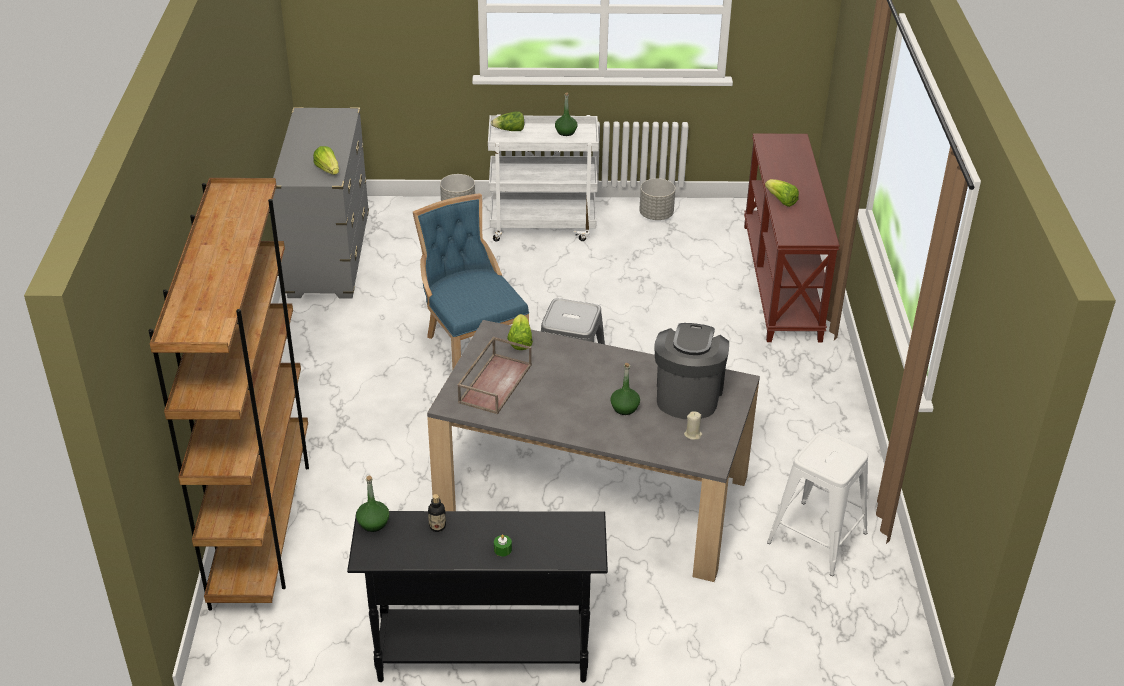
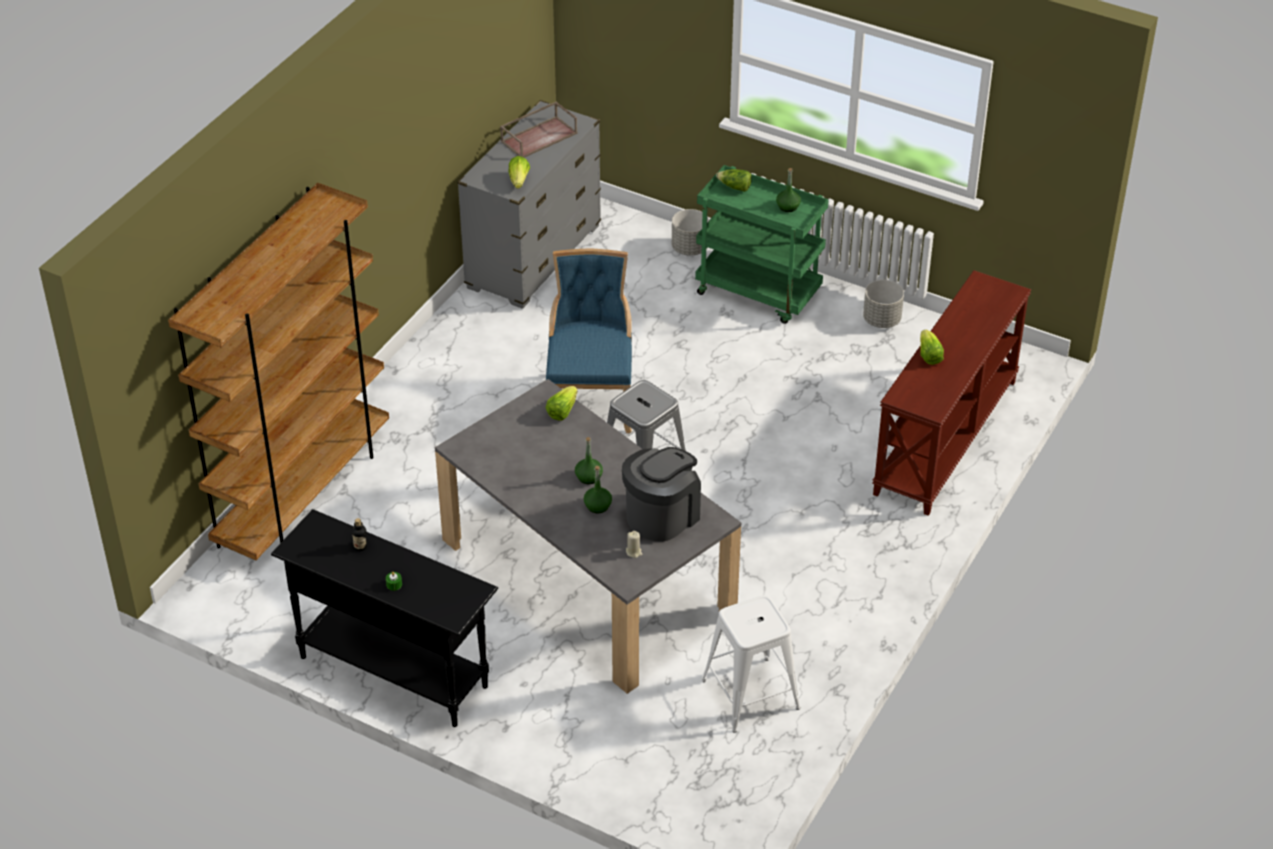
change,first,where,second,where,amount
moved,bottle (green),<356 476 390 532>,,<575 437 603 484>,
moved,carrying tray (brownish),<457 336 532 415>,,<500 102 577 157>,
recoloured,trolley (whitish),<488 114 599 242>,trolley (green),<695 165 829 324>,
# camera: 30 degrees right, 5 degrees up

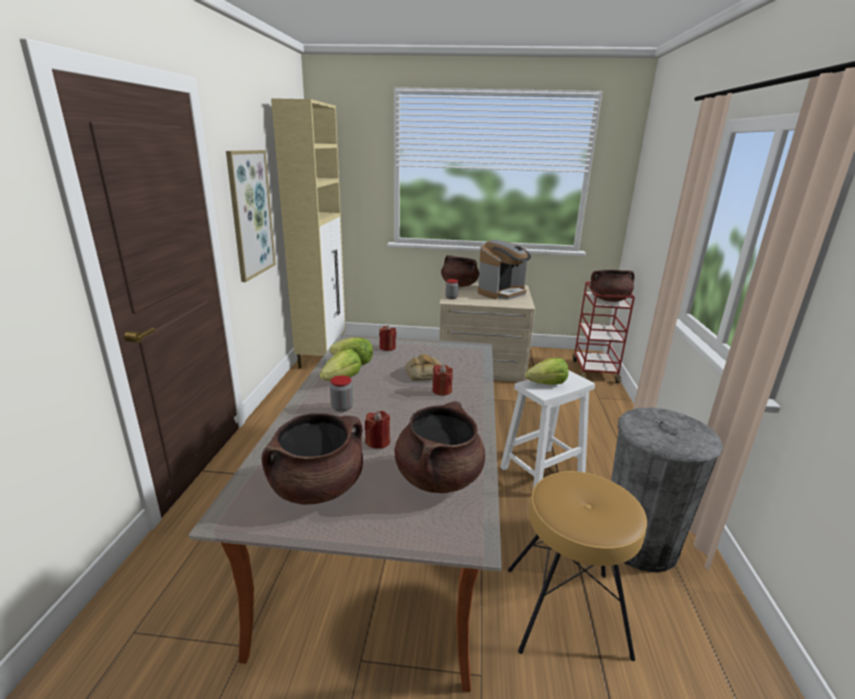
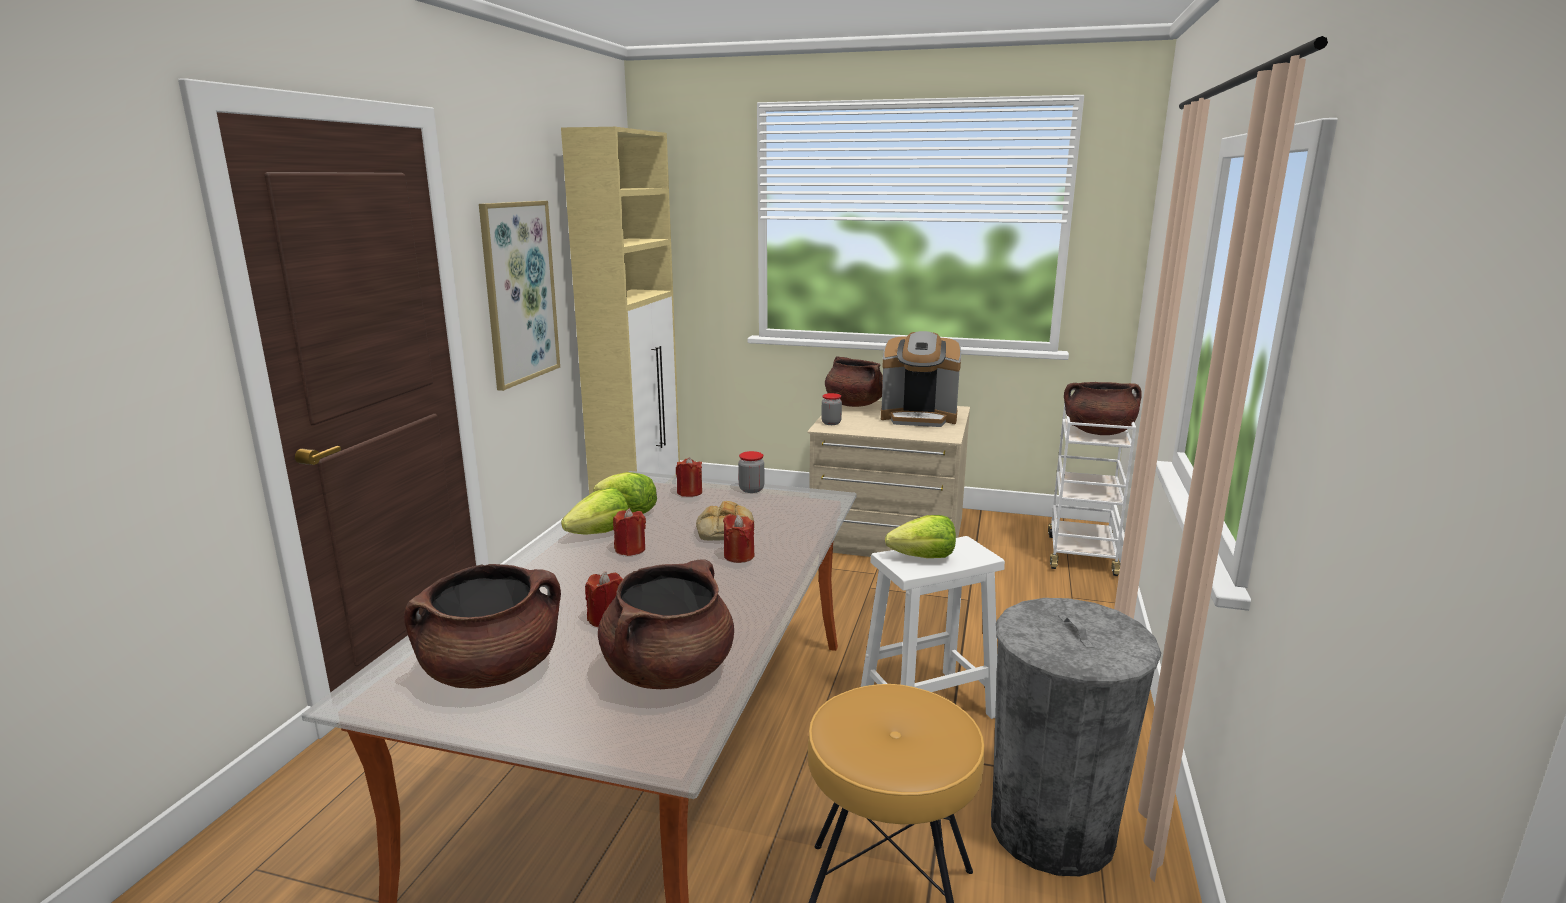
change,first,where,second,where,amount
added,,,wax light (red-coloured),<613 508 646 556>,
moved,storage jar,<330 375 353 412>,,<738 451 764 493>,
recoloured,trolley (red-coloured),<572 282 635 383>,trolley (whitish),<1048 402 1136 576>,
turned,coffee brewer,<478 240 531 300>,,<881 331 961 427>,45 degrees clockwise
# camera: 10 degrees right, 5 degrees down

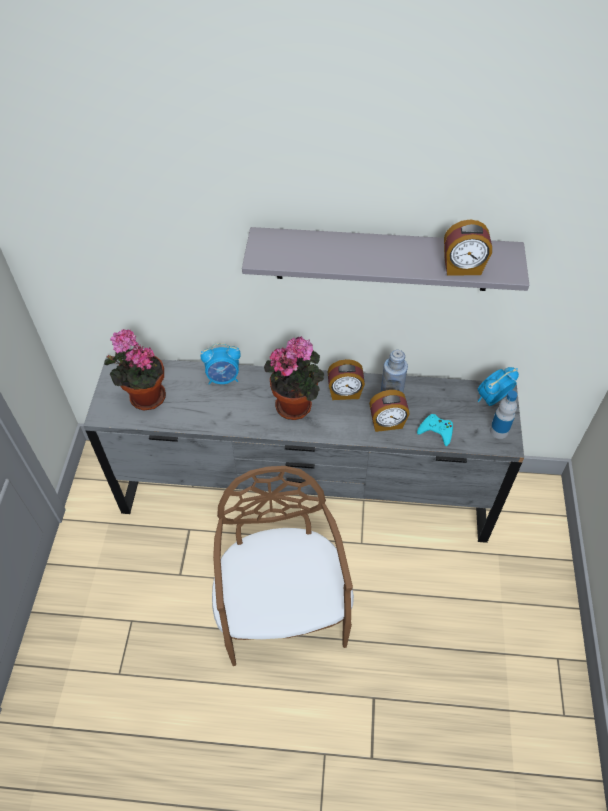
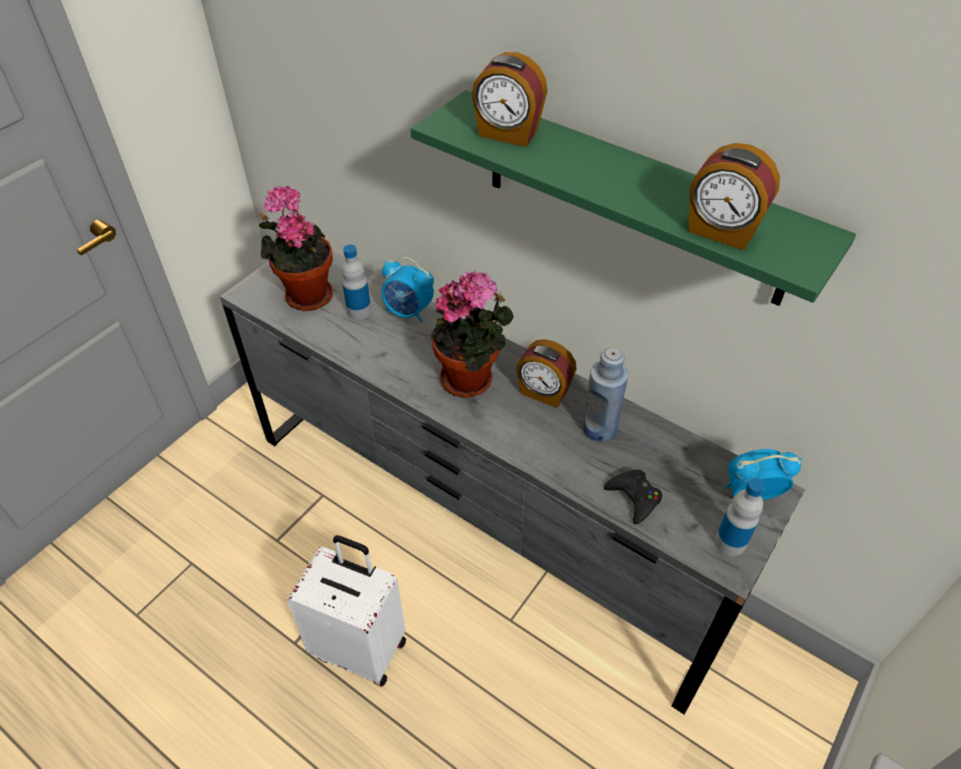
change,first,where,second,where,amount
added,,,bottle,<341 245 371 319>,
moved,bedside clock,<369 390 409 432>,,<472 52 547 147>,
replaced,upright chair (brownish),<212 466 354 666>,piece of luggage (whitish),<287 535 406 687>,
recoloured,wall shelf (greyish),<242 227 529 291>,wall shelf (green),<411 90 856 306>,
recoloured,game controller (turquoise),<417 414 453 446>,game controller (black-coloured),<604 470 662 525>,
# camera: 30 degrees right, 5 degrees down

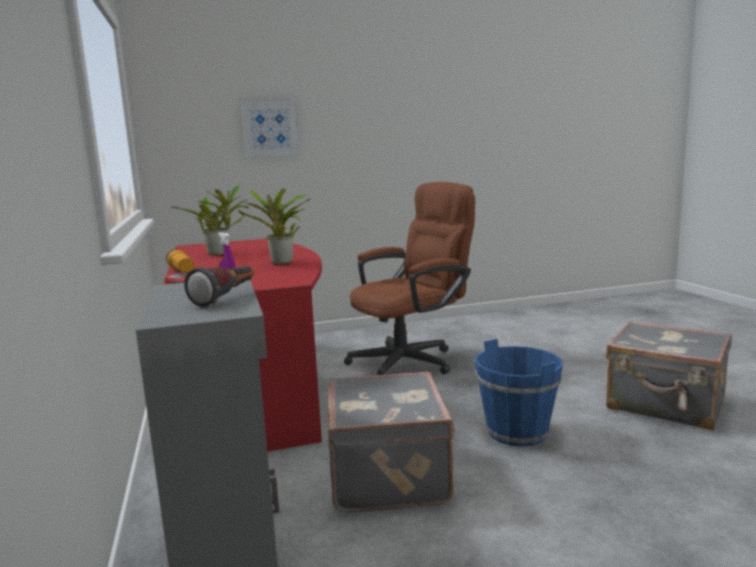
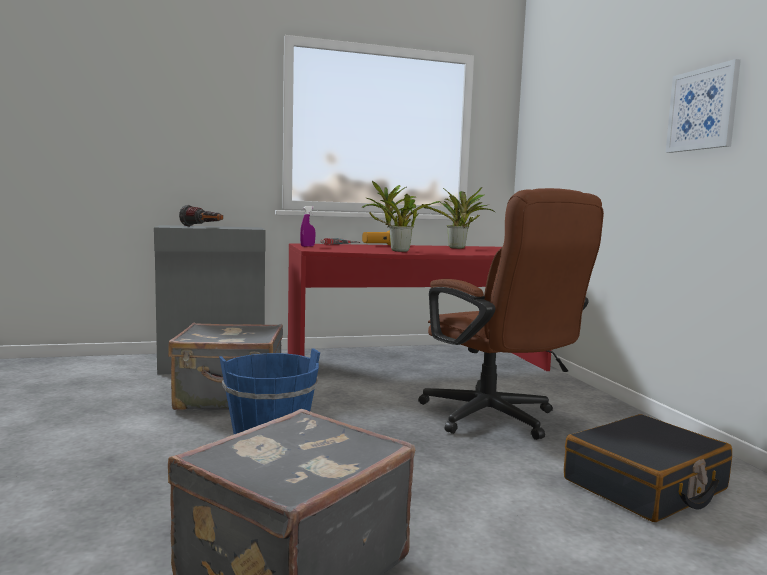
change,first,where,second,where,amount
added,,,piece of luggage (black-coloured),<564 414 732 522>,
moved,wall picture,<241 101 299 157>,,<666 59 741 153>,
# camera: 90 degrees right, 5 degrees down

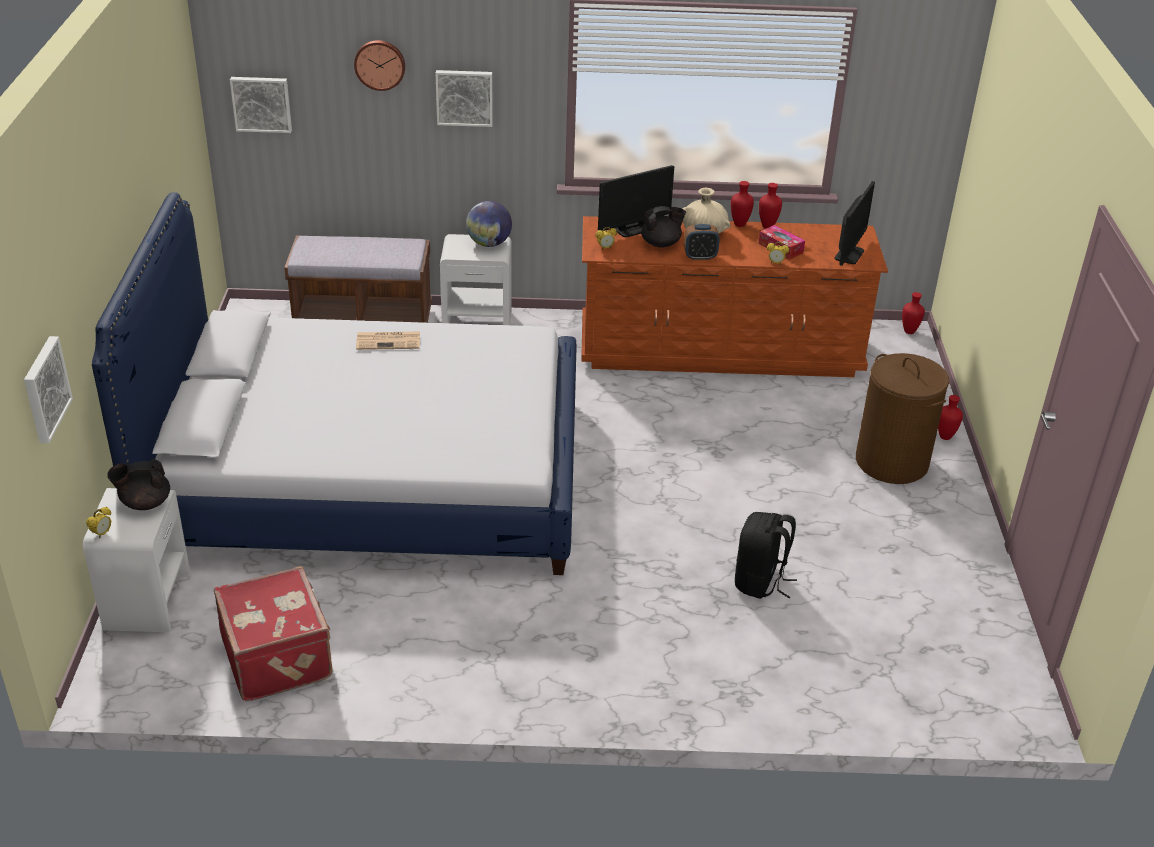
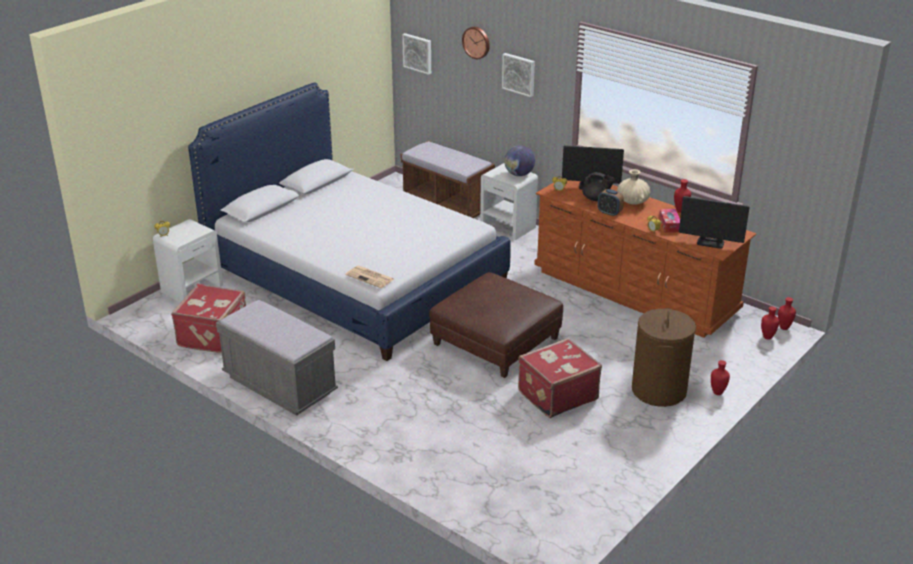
change,first,where,second,where,amount
removed,wall picture,<24 336 73 443>,,,
removed,tea pot (black-coloured),<107 459 170 510>,,,
removed,knapsack (black-coloured),<735 512 797 599>,,,
added,,,indoor bench (greyish),<216 300 338 416>,
added,,,pouffe (brownish),<429 272 563 378>,
added,,,piece of luggage (red-coloured),<518 338 602 418>,
moved,printed paper,<356 332 420 350>,,<345 266 394 288>,
moved,decorative vase (red-coloured),<731 181 754 227>,,<761 306 779 340>,
turned,computer screen,<834 181 875 266>,,<679 196 750 249>,45 degrees clockwise
# camera: 40 degrees right, 5 degrees down

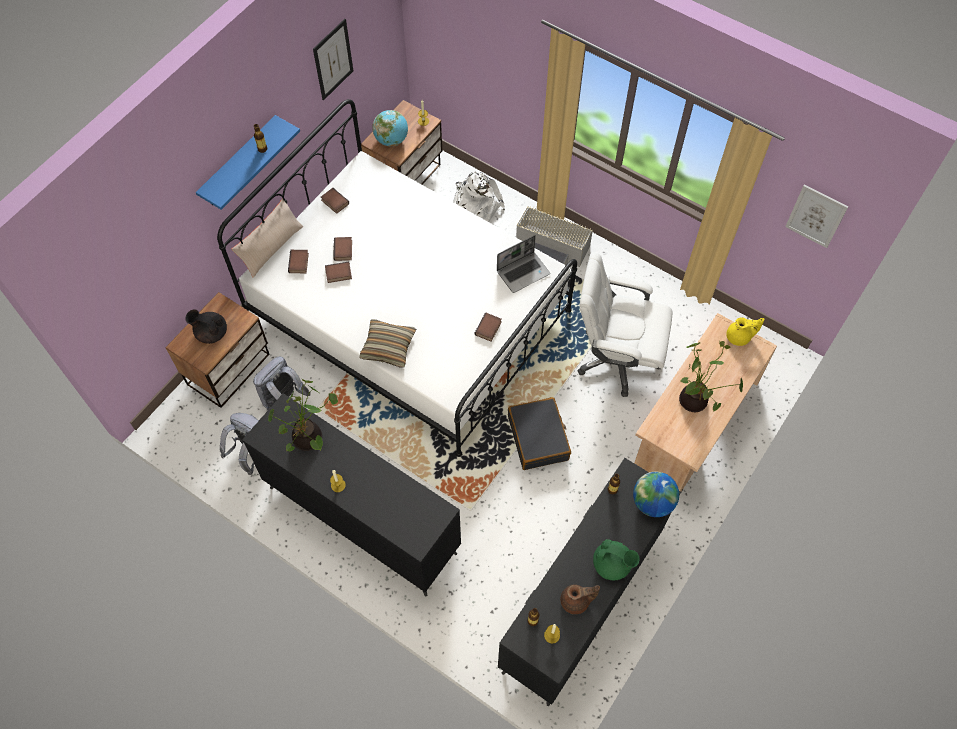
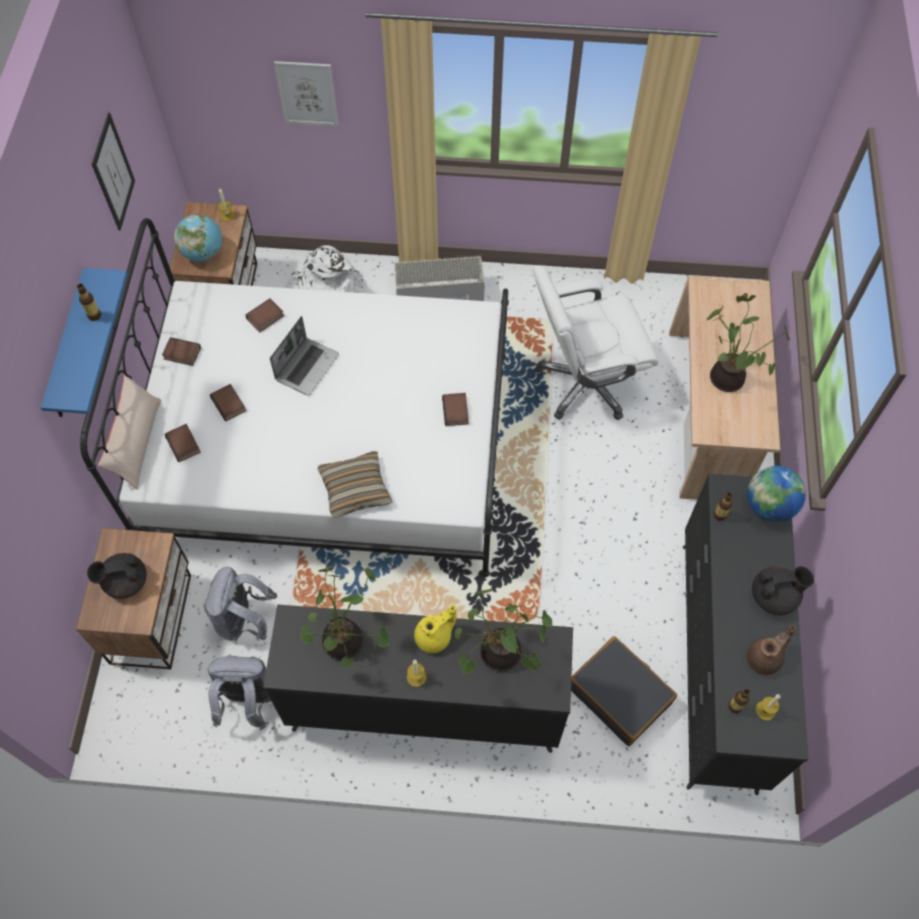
change,first,where,second,where,amount
added,,,potted plant,<455 589 552 674>,
moved,book,<325 261 352 283>,,<245 298 284 332>,
moved,portable computer,<497 235 550 293>,,<270 316 339 396>,
moved,piece of luggage (black-coloured),<508 397 571 470>,,<571 636 677 746>,
moved,tea pot (yellow-coloured),<726 317 764 346>,,<414 605 456 653>,
moved,wall picture,<785 185 849 248>,,<274 61 339 127>,
recoloured,tea pot (green),<593 539 639 580>,tea pot (black-coloured),<752 566 814 615>,
# camera: 30 degrees left, 0 degrees up

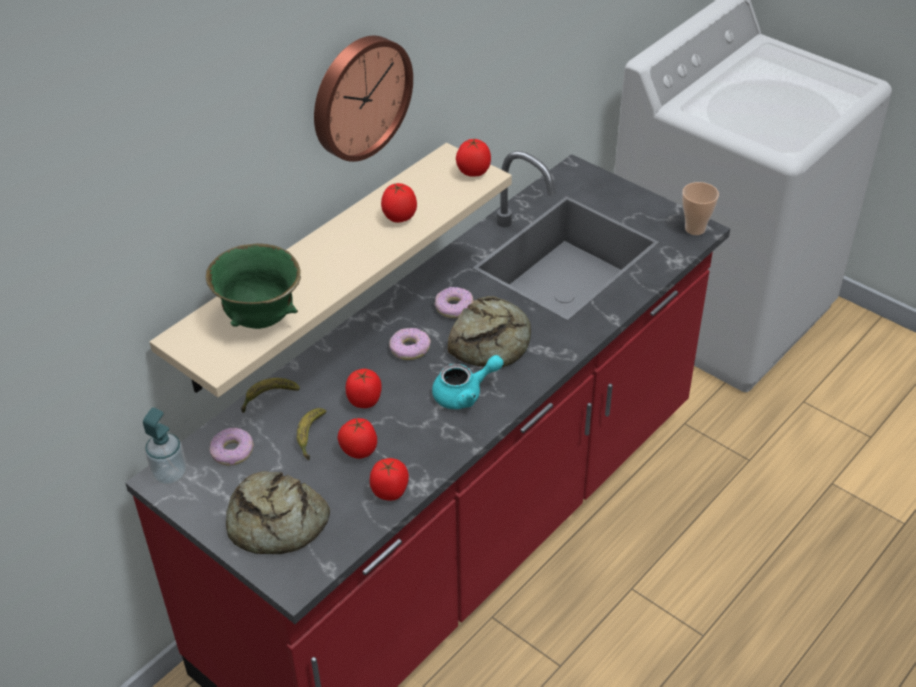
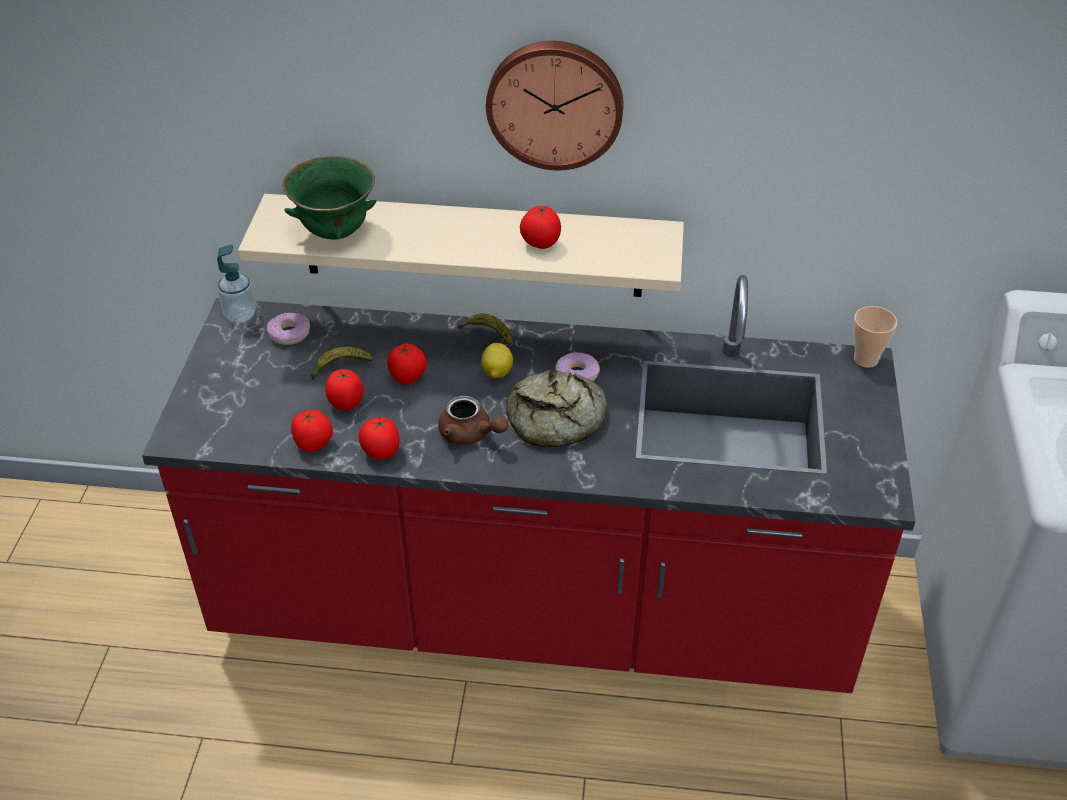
change,first,where,second,where,amount
removed,baked bread,<226 471 330 554>,,,
moved,banana,<241 378 300 413>,,<458 314 512 345>,
moved,whole tomato,<456 139 491 177>,,<358 416 400 460>,
moved,cup,<682 182 719 235>,,<853 306 897 368>,
replaced,ring doughnut,<389 328 431 360>,citrus fruit,<481 343 513 378>,
recoloured,tea pot (turquoise),<432 355 503 409>,tea pot (brownish),<438 396 509 445>,
# camera: 55 degrees right, 0 degrees up

